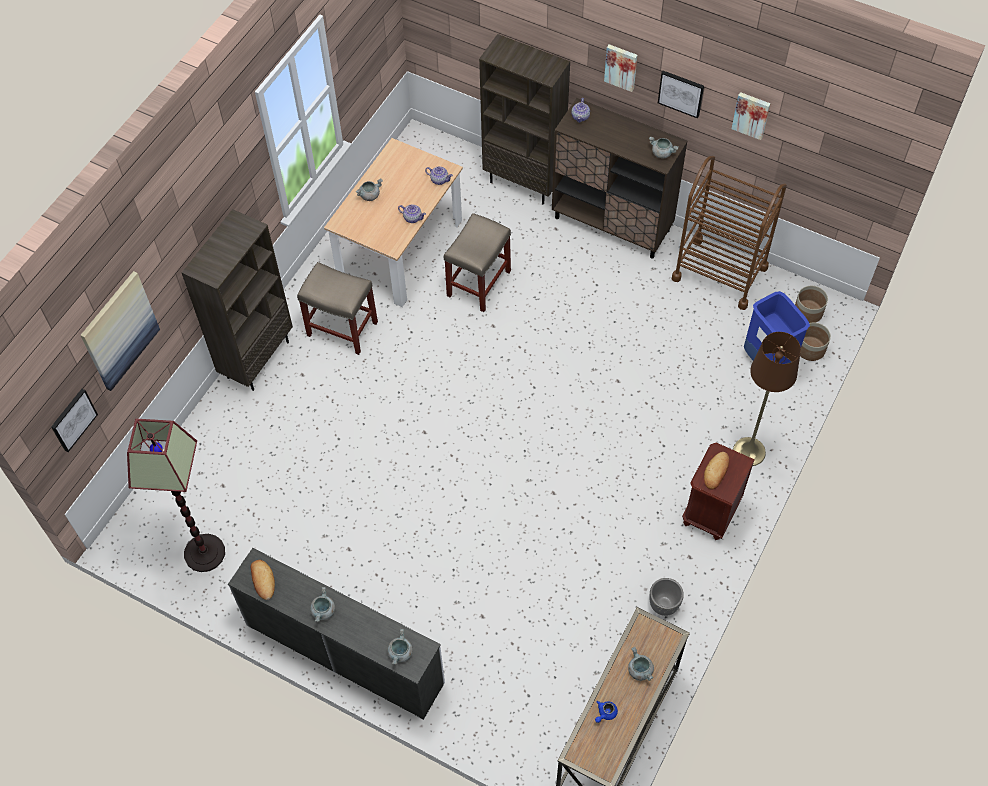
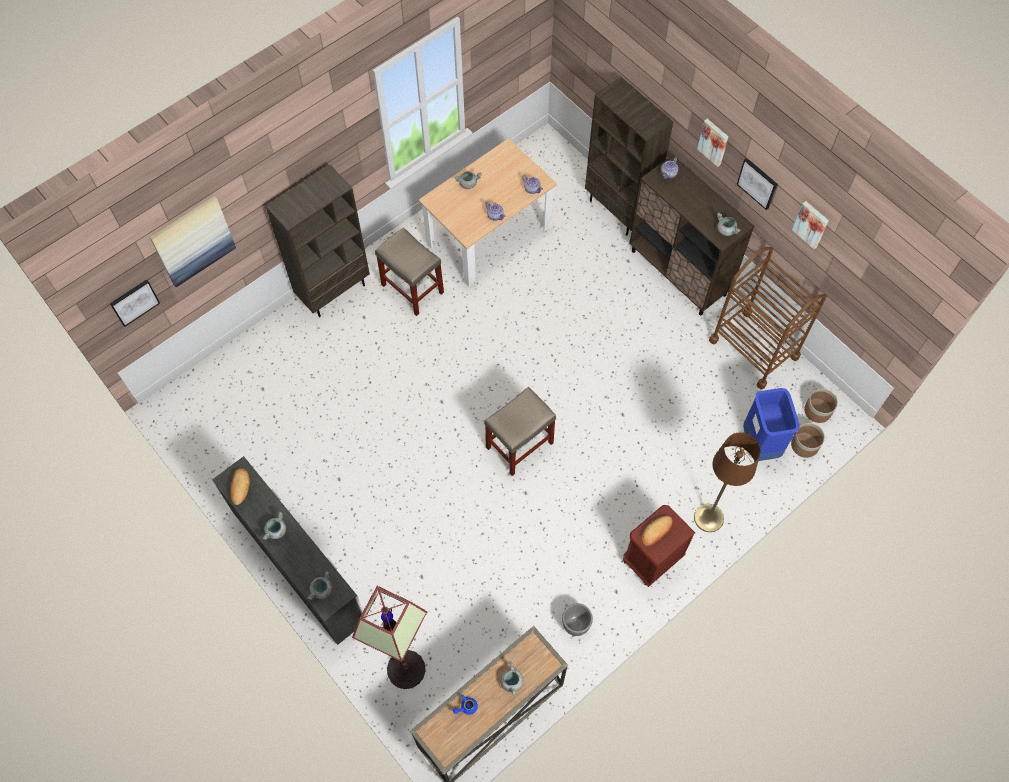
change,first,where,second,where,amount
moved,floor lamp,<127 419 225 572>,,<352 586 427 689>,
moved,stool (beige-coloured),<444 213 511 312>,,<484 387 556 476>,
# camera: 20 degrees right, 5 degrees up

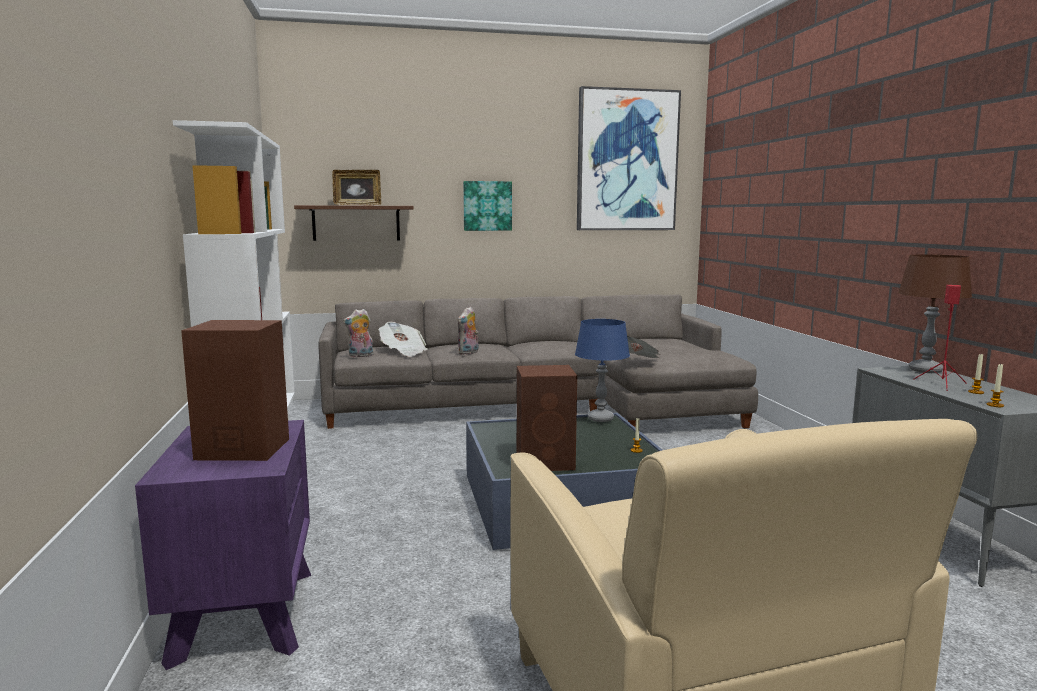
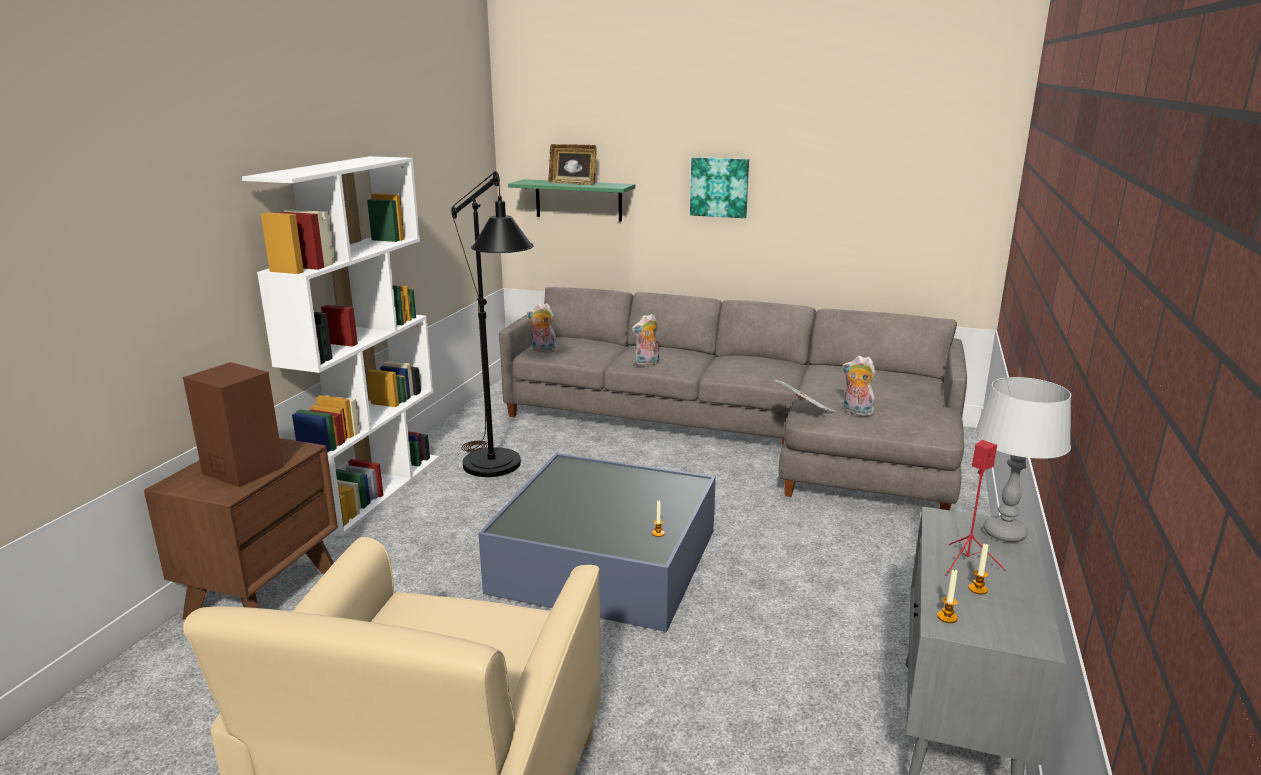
change,first,where,second,where,amount
removed,printed paper,<378 322 427 357>,,,
removed,audio speaker (brownish),<517 365 577 471>,,,
removed,tabletop lamp (blue-coloured),<575 319 630 422>,,,
removed,wall picture,<577 86 681 230>,,,
added,,,floor lamp (black-coloured),<451 171 534 477>,
added,,,cuddly toy,<842 356 876 416>,
recoloured,bedside table (purple),<135 420 311 670>,bedside table (brownish),<144 438 338 620>,
recoloured,wall shelf (brownish),<294 205 414 241>,wall shelf (green),<508 179 635 222>,
recoloured,tabletop lamp (brownish),<898 254 972 373>,tabletop lamp (greyish),<974 377 1071 542>,
# camera: 30 degrees right, 10 degrees up

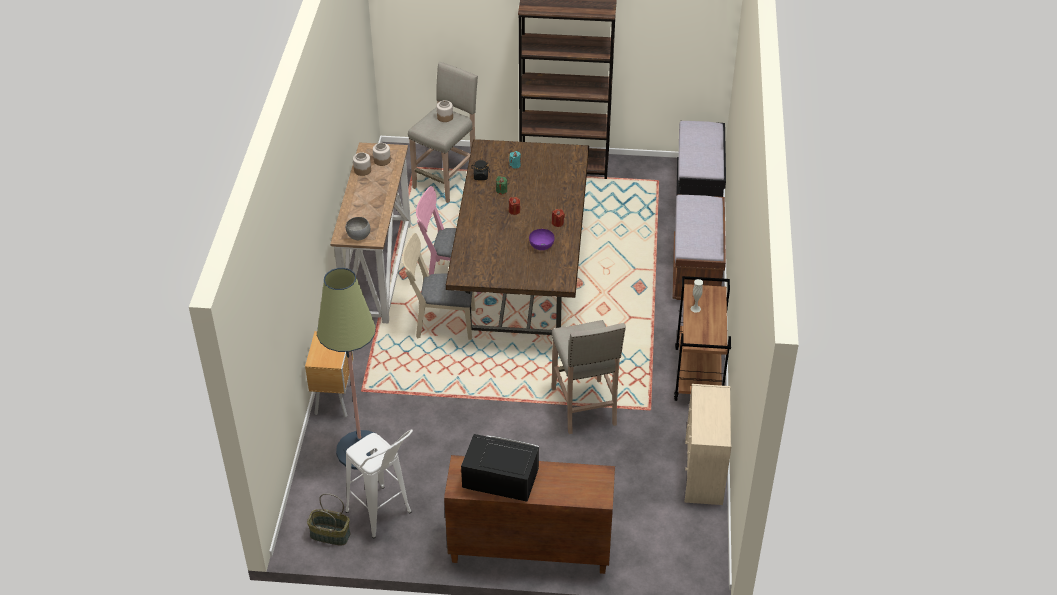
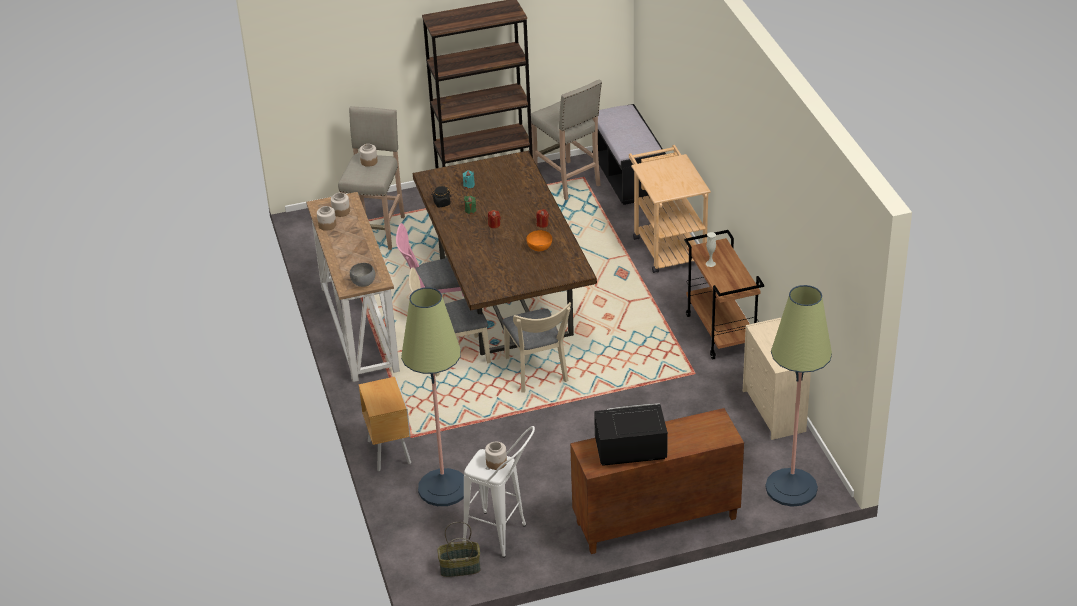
change,first,where,second,where,amount
added,,,storage jar,<485 442 507 470>,
added,,,upright chair (beige-coloured),<502 302 571 392>,
added,,,floor lamp,<765 285 832 507>,
moved,stool (beige-coloured),<552 320 626 434>,,<531 79 602 200>,
replaced,indoor bench (brownish),<673 194 726 300>,trolley (beige-coloured),<629 145 711 273>,
recoloured,deep dish (purple),<529 229 554 250>,deep dish (orangey),<526 230 552 251>,
# camera: 20 degrees left, 5 degrees down

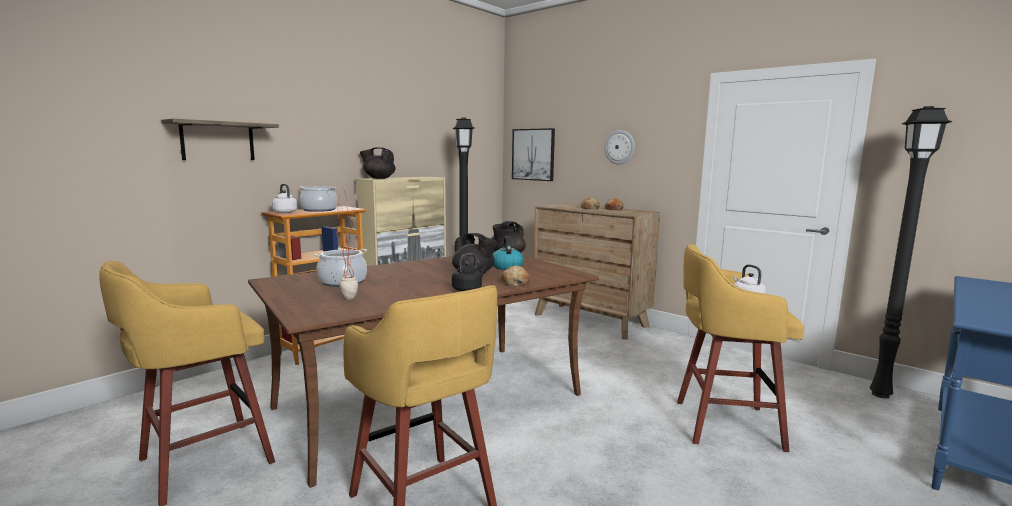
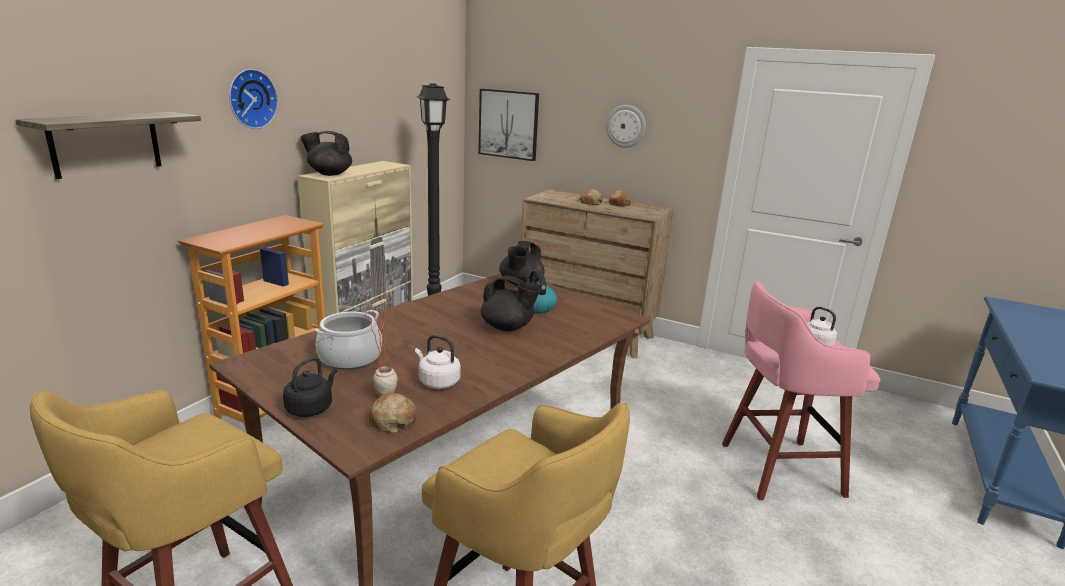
change,first,where,second,where,amount
removed,stockpot,<299 186 338 212>,,,
removed,floor lamp (black-coloured),<870 106 952 398>,,,
added,,,wall clock,<229 69 278 129>,
moved,kettle (whitish),<272 184 297 213>,,<415 335 461 389>,
moved,kettle (black-coloured),<452 253 486 291>,,<283 357 337 417>,
moved,baked bread,<501 265 530 286>,,<369 393 417 433>,
recoloured,stool (yellow-coloured),<677 244 804 452>,stool (pinkish),<722 281 881 500>,
# camera: 15 degrees left, 10 degrees up

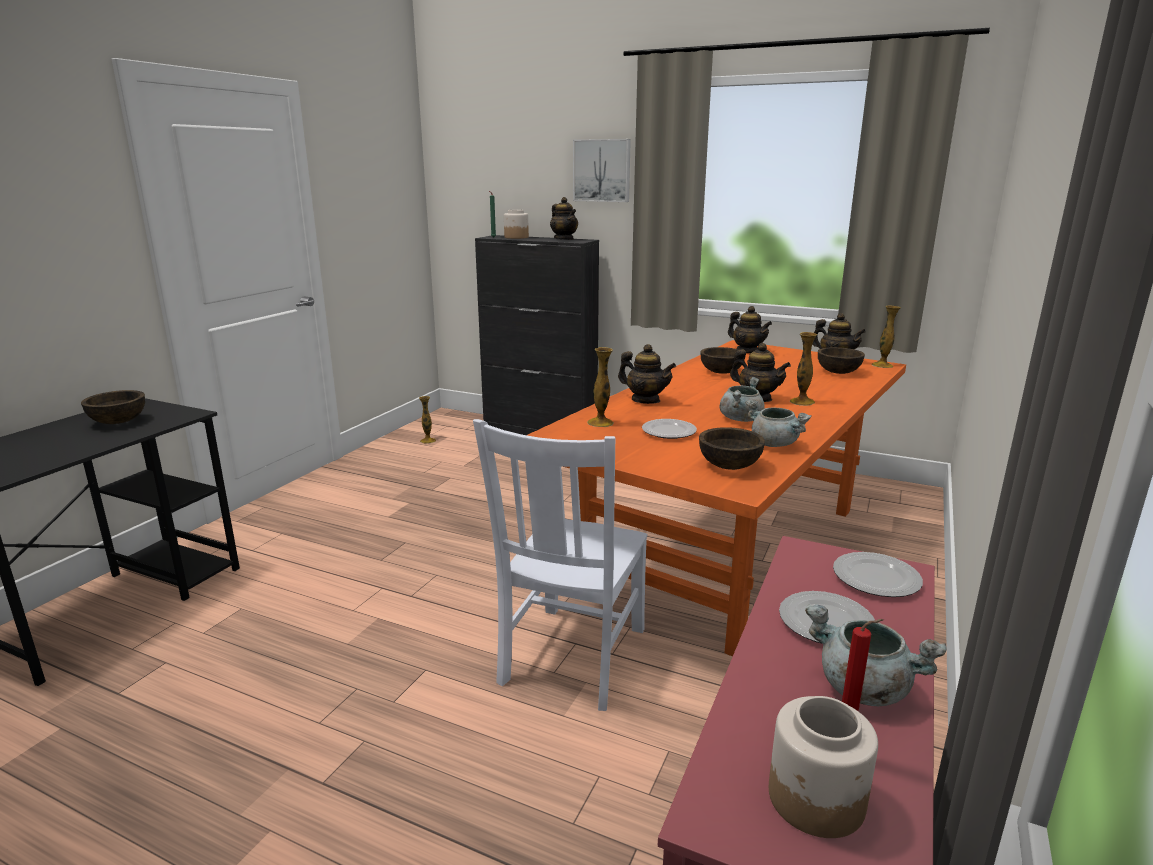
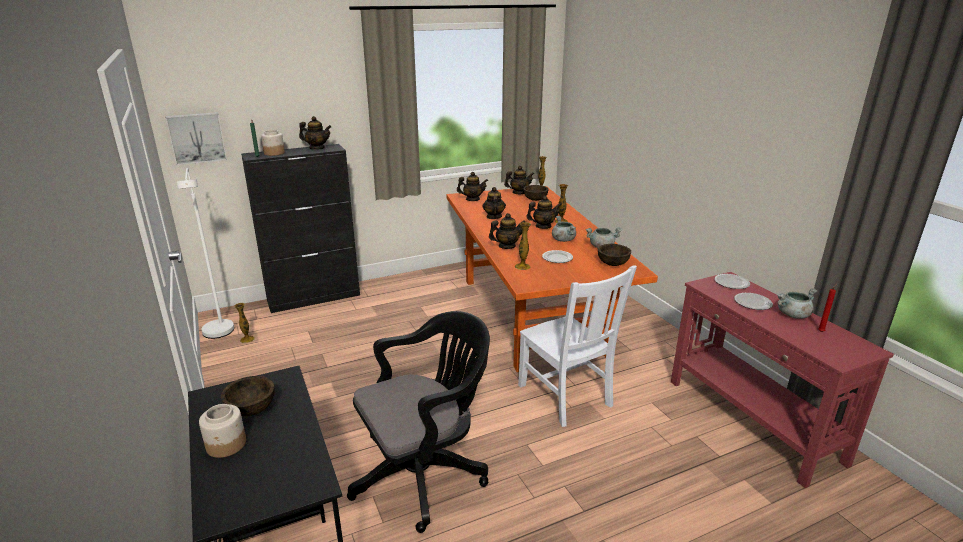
change,first,where,second,where,amount
added,,,floor lamp (whitish),<176 168 234 339>,
added,,,office chair (black-coloured),<347 311 490 533>,
moved,wall picture,<573 139 631 202>,,<165 112 227 165>,
moved,storage jar,<769 696 878 838>,,<199 404 246 458>,
replaced,deep dish (brownish),<700 347 746 374>,tea pot,<482 187 506 219>,
# camera: 50 degrees left, 5 degrees up

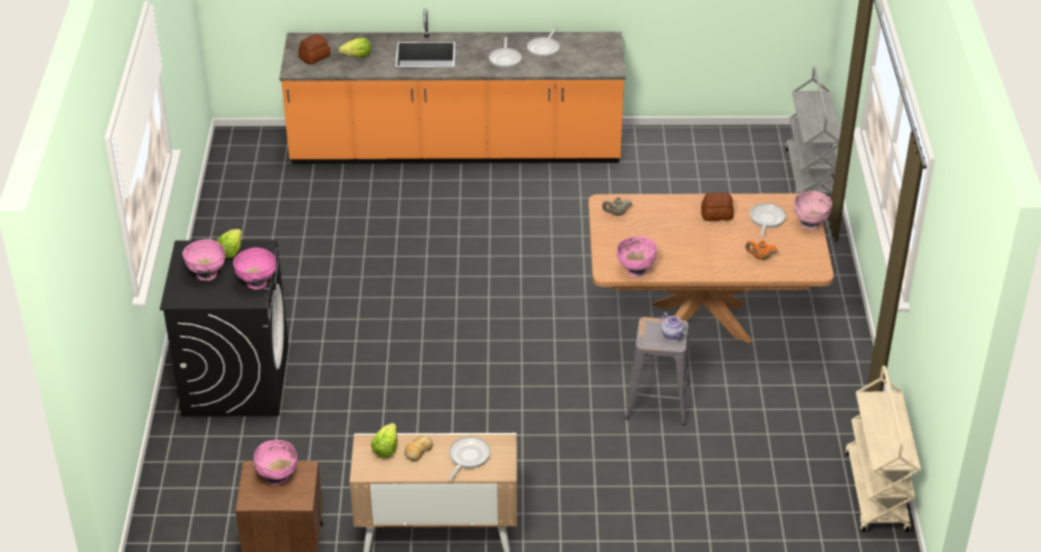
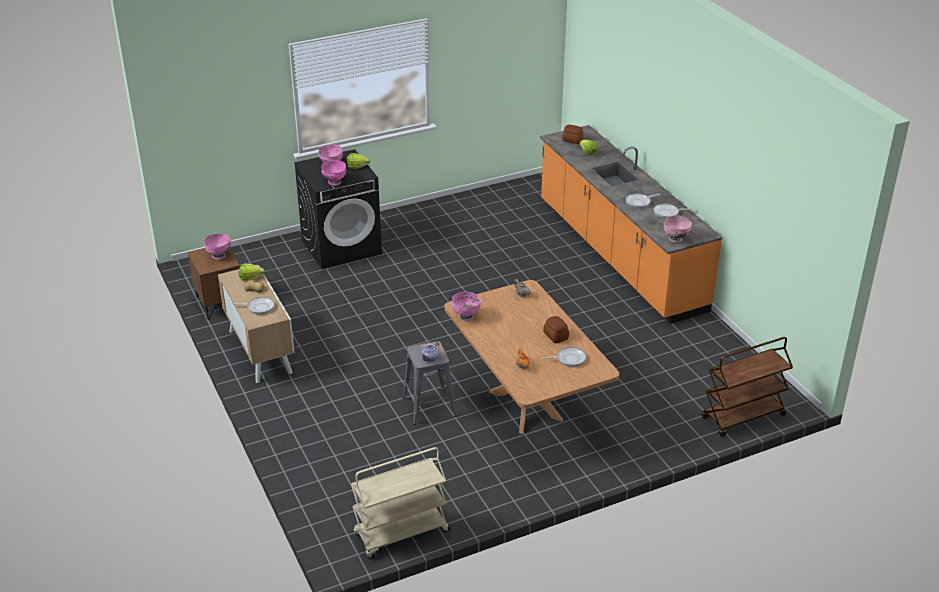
change,first,where,second,where,amount
moved,deep dish (pinkish),<794 191 832 230>,,<664 215 692 243>,
recoloured,trolley (greyish),<785 67 840 199>,trolley (brownish),<702 337 793 437>,
# camera: 65 degrees right, 5 degrees down

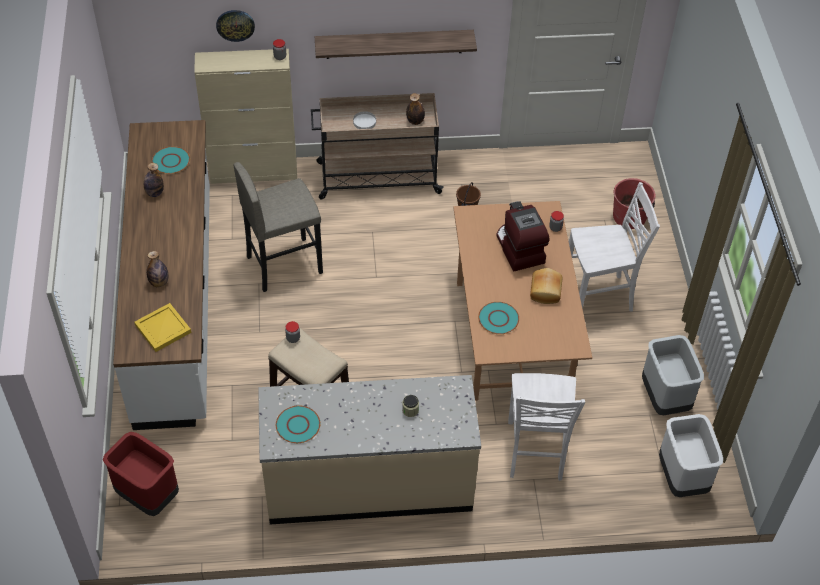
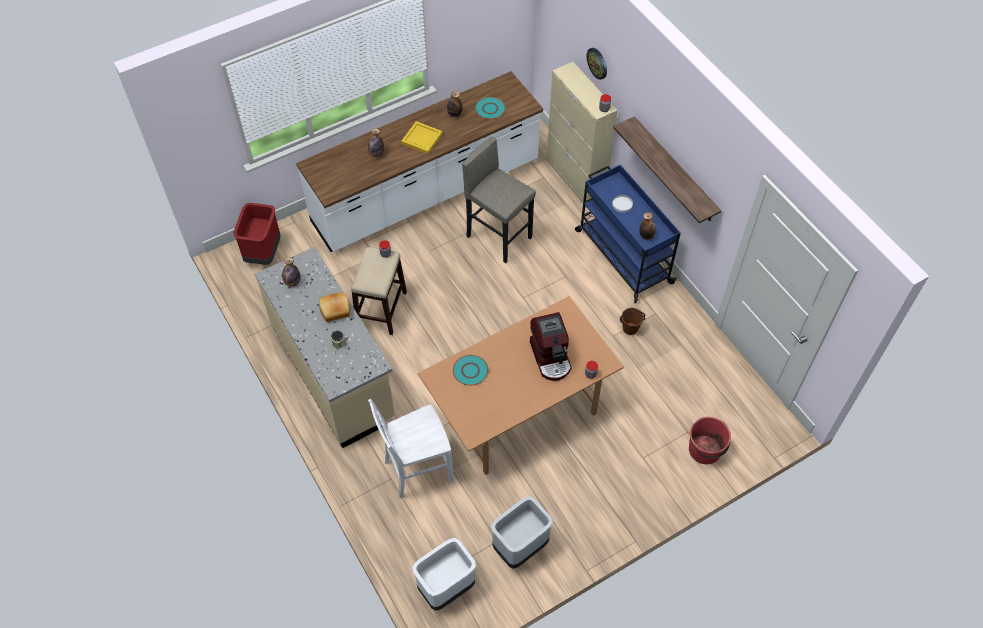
change,first,where,second,where,amount
removed,upright chair (whitish),<569 182 660 311>,,,
moved,carrying tray (yellow-coloured),<134 303 191 352>,,<401 121 443 154>,
moved,baked bread,<530 268 563 304>,,<319 292 350 322>,
replaced,plate (turquoise),<276 406 320 443>,bottle,<282 257 300 287>,
recoloured,trolley (beige-coloured),<311 93 443 200>,trolley (blue-coloured),<575 165 681 303>,
turned,coffee brewer,<496 201 550 271>,,<530 312 572 381>,120 degrees clockwise
# camera: 65 degrees right, 5 degrees up

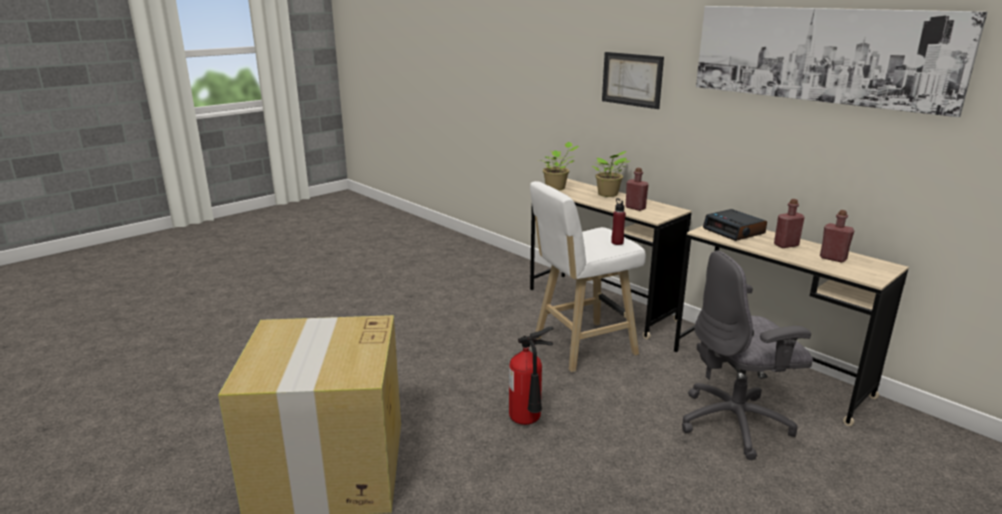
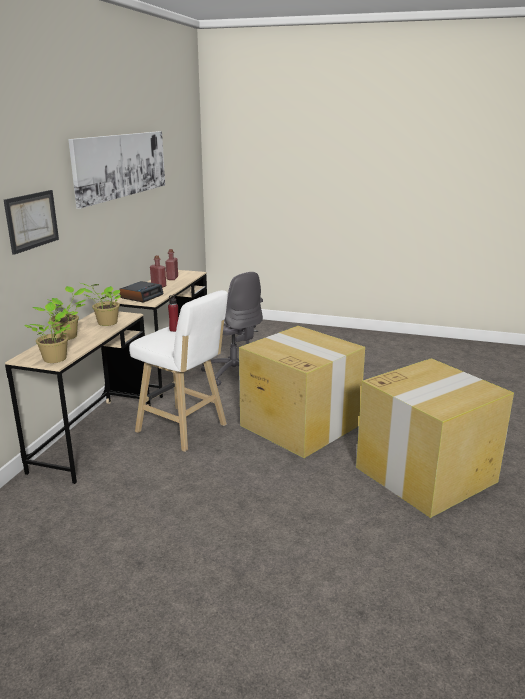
change,first,where,second,where,amount
replaced,fire-fighting cylinder,<509 326 554 425>,carton,<239 326 365 458>,
replaced,bottle (red-coloured),<625 168 649 211>,potted plant,<81 283 121 326>,
# camera: 120 degrees left, 0 degrees up

